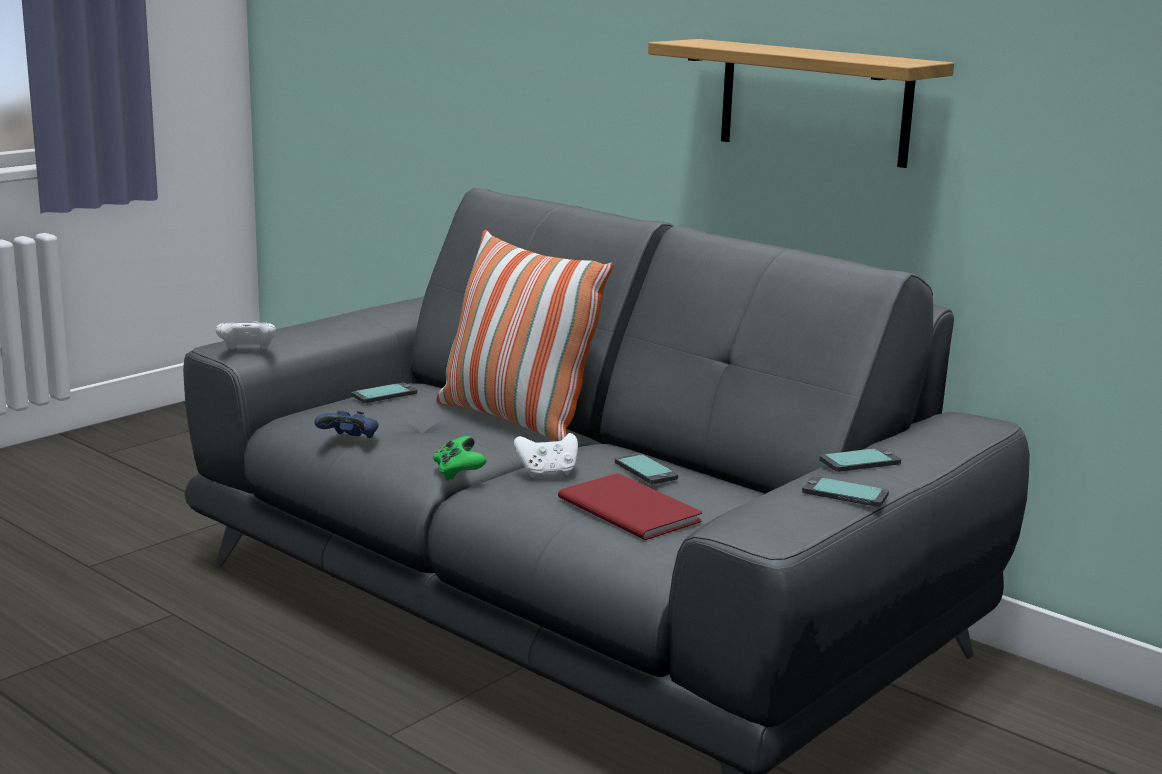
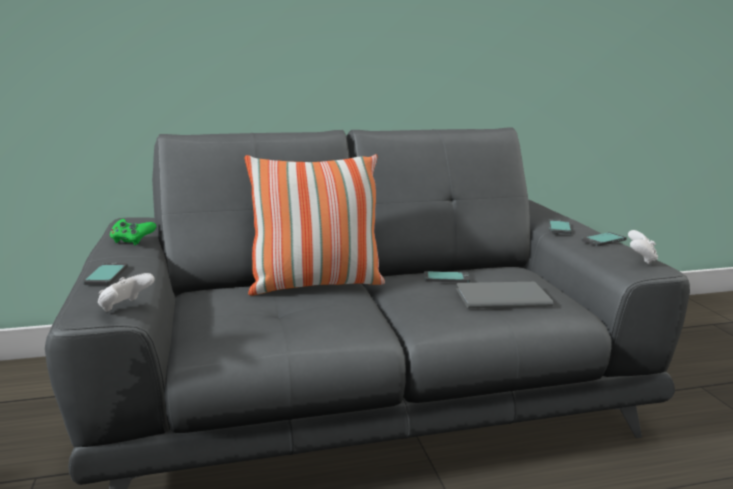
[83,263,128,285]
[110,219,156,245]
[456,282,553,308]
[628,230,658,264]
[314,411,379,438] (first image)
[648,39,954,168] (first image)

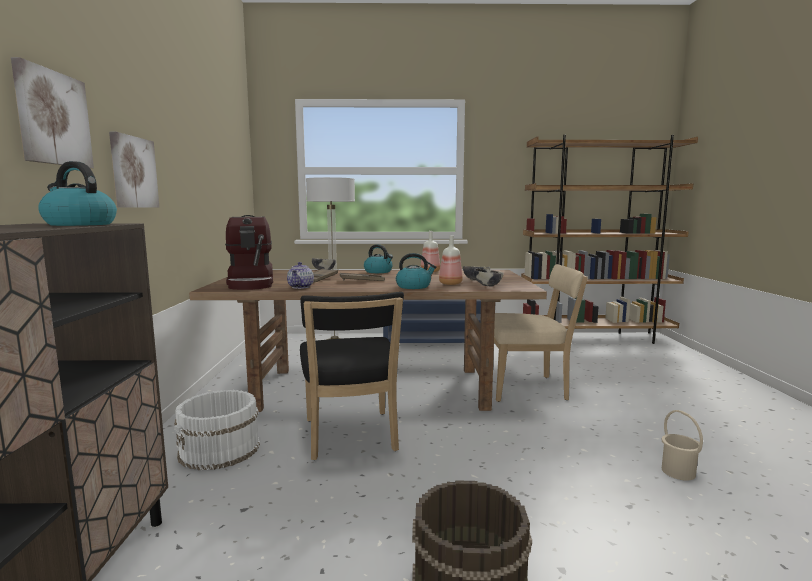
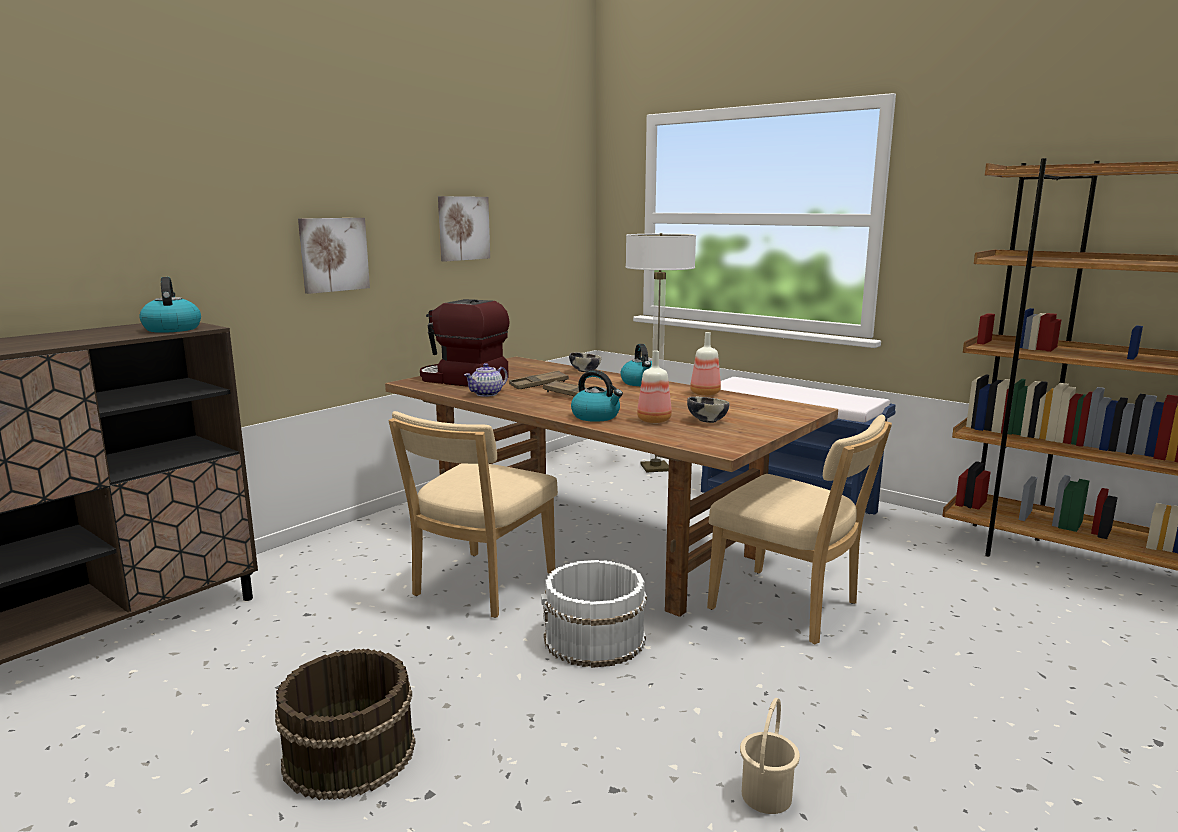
[388,411,558,618]
[420,299,510,387]
[438,196,490,262]
[541,560,647,668]
[474,269,504,286] (first image)

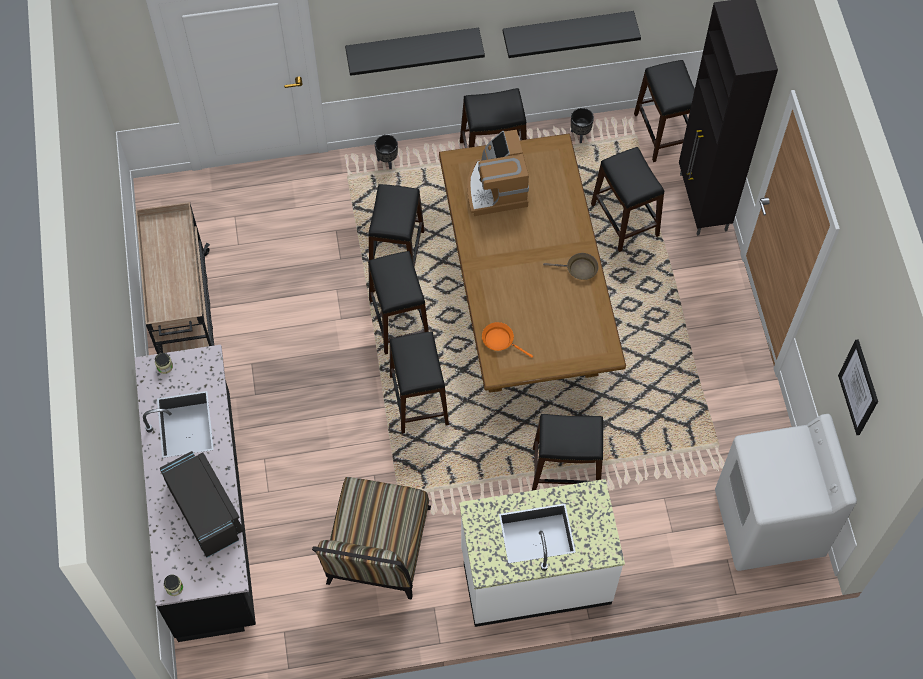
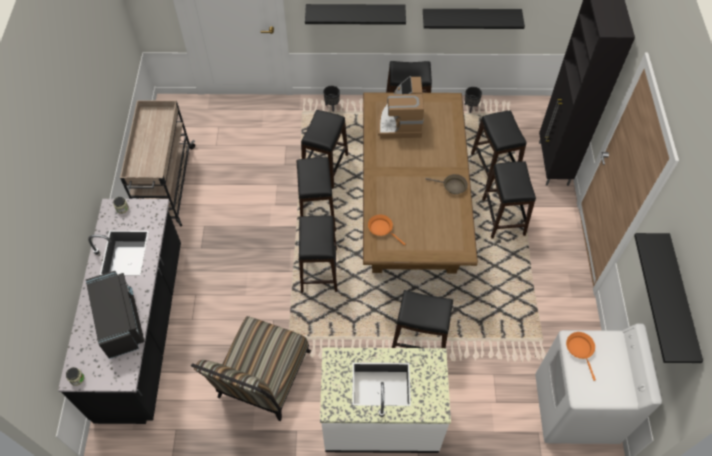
[482,161,536,238]
[566,332,596,381]
[634,233,703,363]

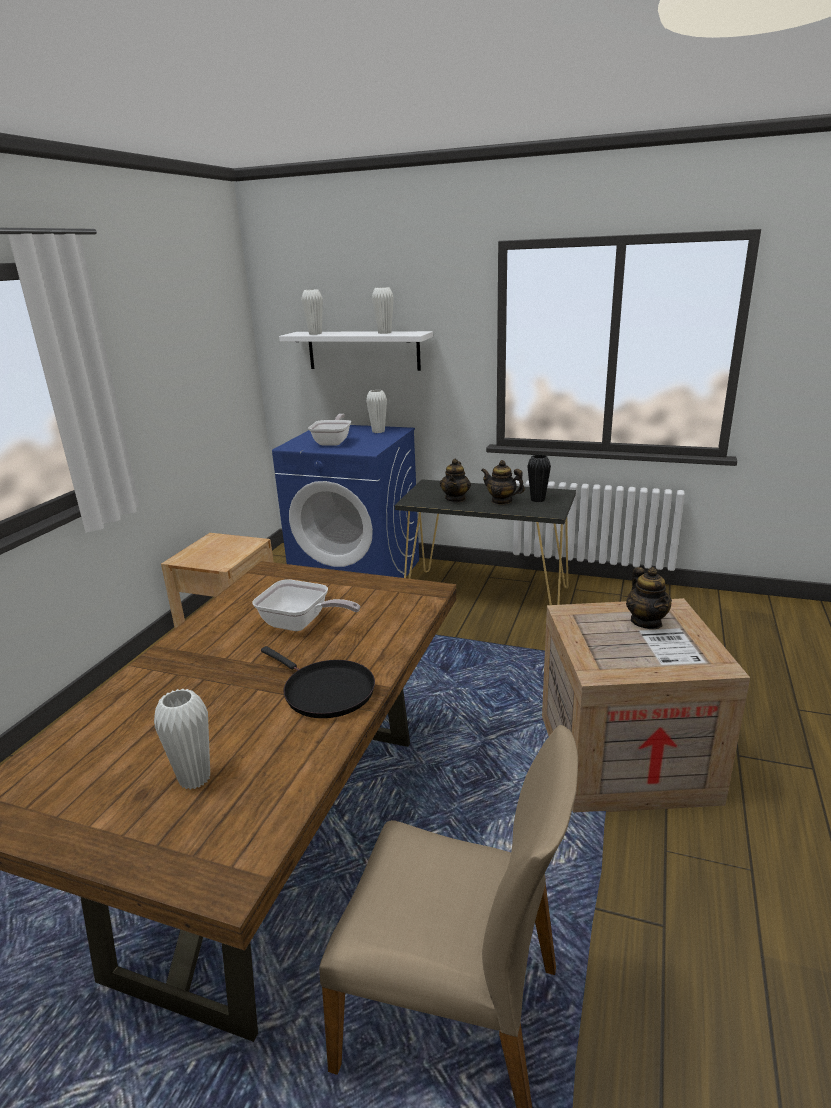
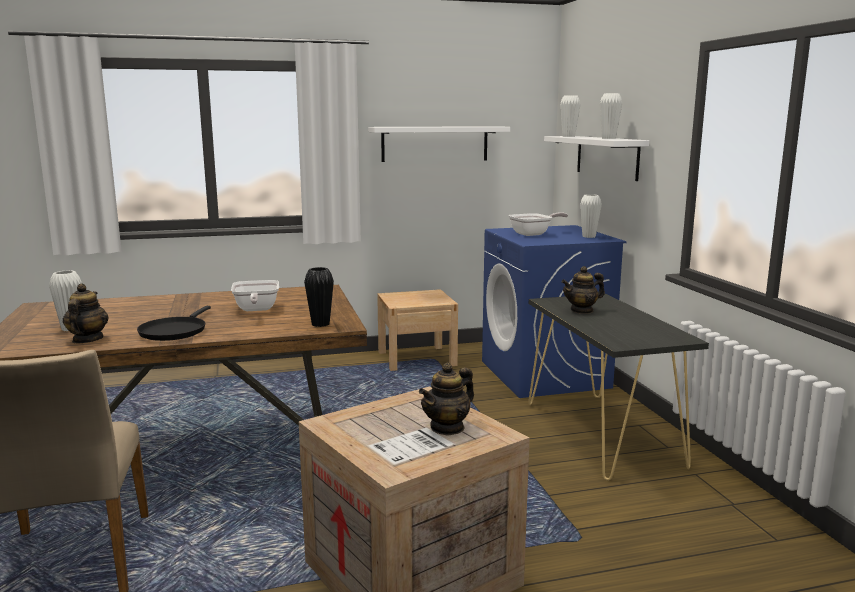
[62,283,109,343]
[304,267,334,327]
[368,126,510,162]

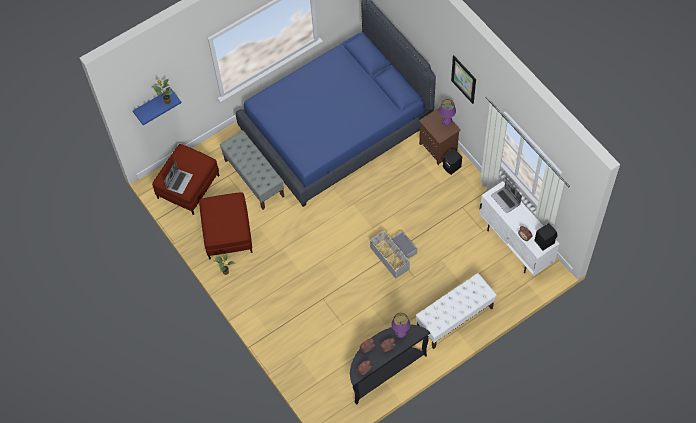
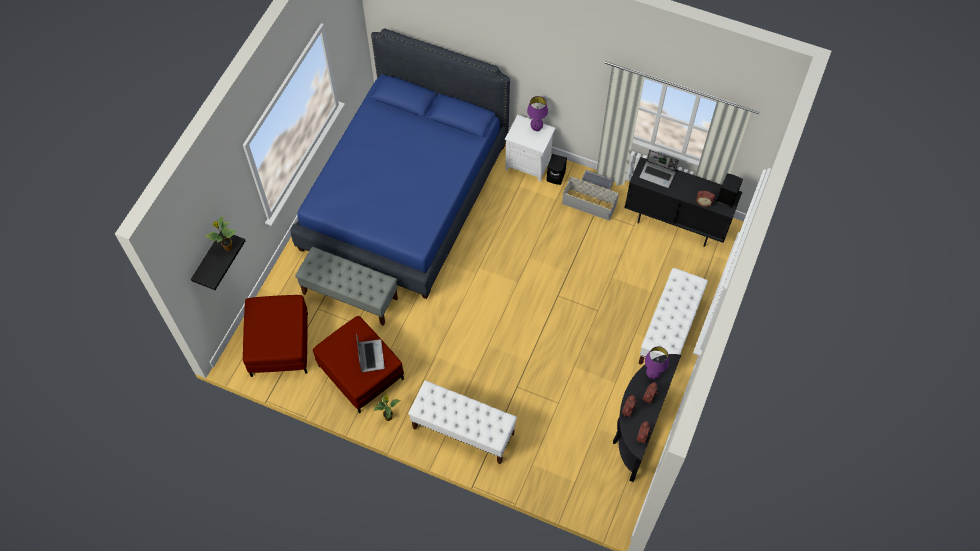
[191,230,245,290]
[356,333,385,372]
[408,380,517,464]
[505,115,555,182]
[562,170,619,221]
[624,157,742,247]
[451,55,476,104] (first image)

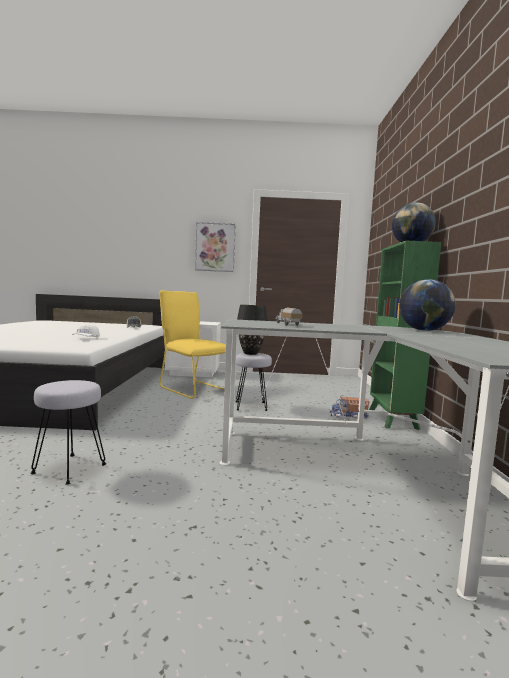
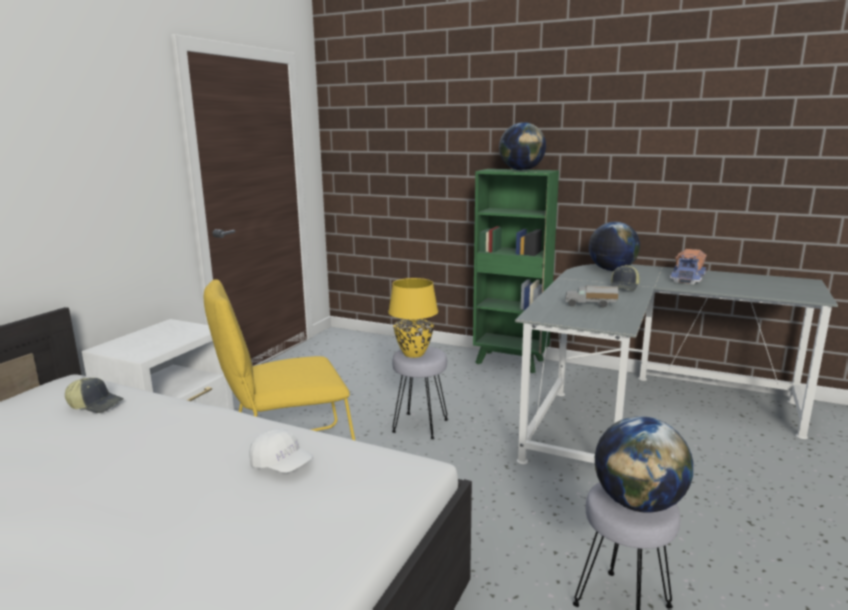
[388,278,438,358]
[595,416,693,513]
[610,265,640,291]
[670,249,706,284]
[195,222,236,272] (first image)

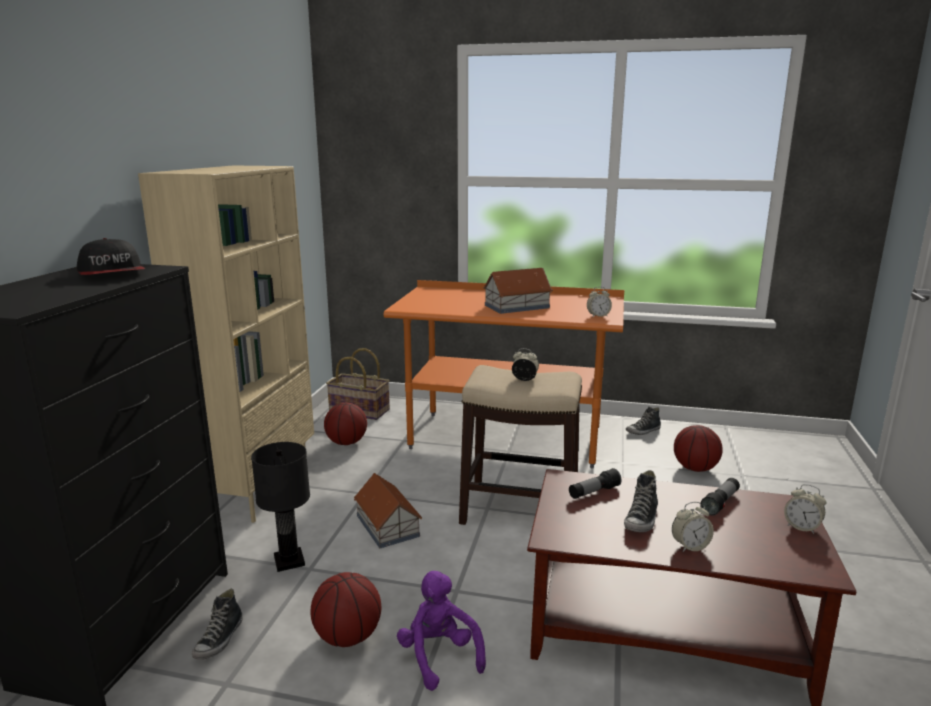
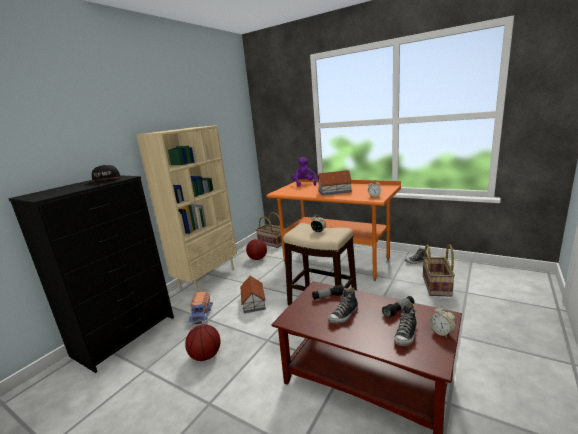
[188,291,213,325]
[291,157,317,187]
[394,302,417,346]
[423,244,455,297]
[672,502,714,552] (first image)

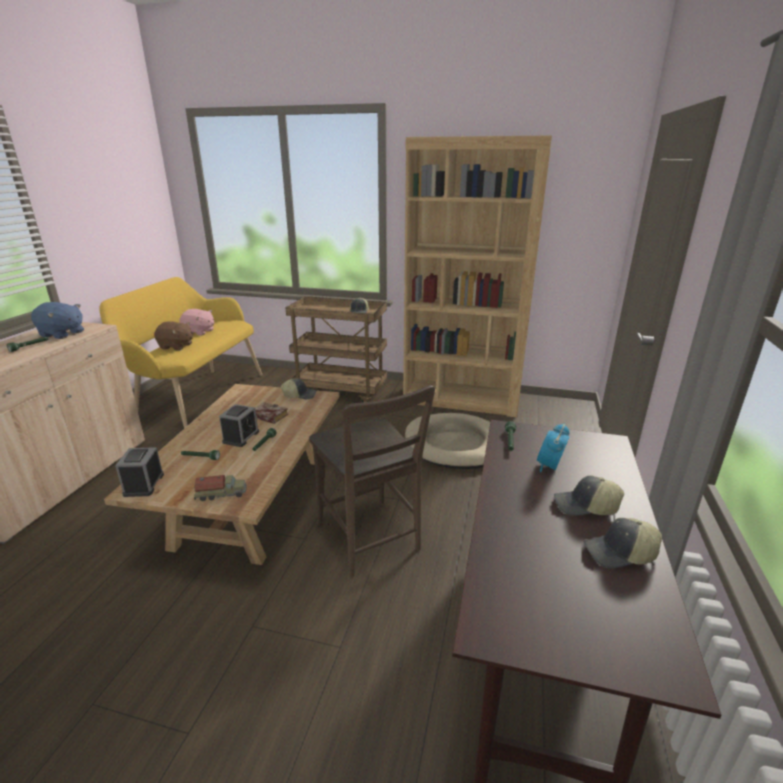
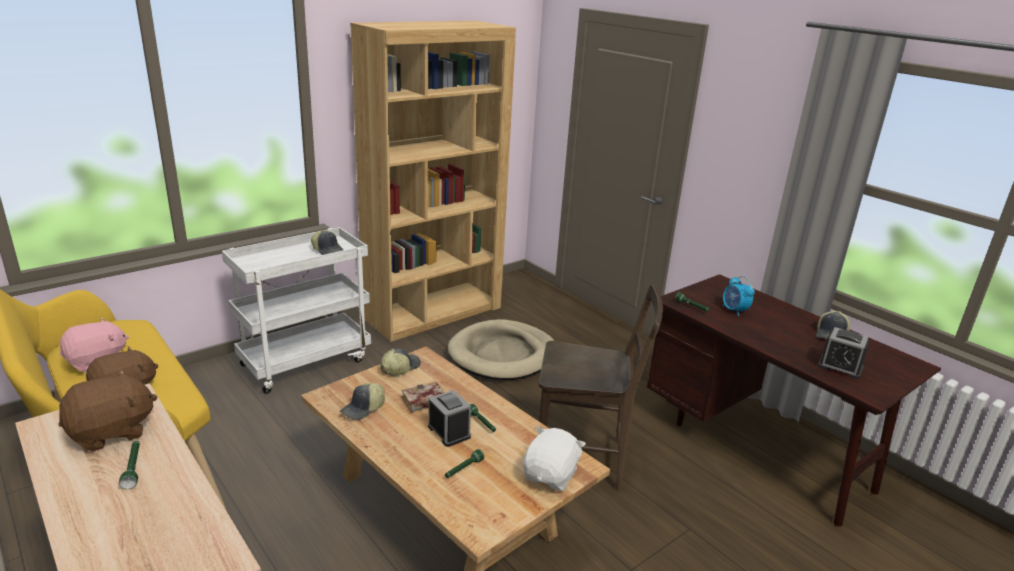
[58,369,157,451]
[222,227,371,394]
[340,383,385,420]
[523,426,586,491]
[818,327,870,380]

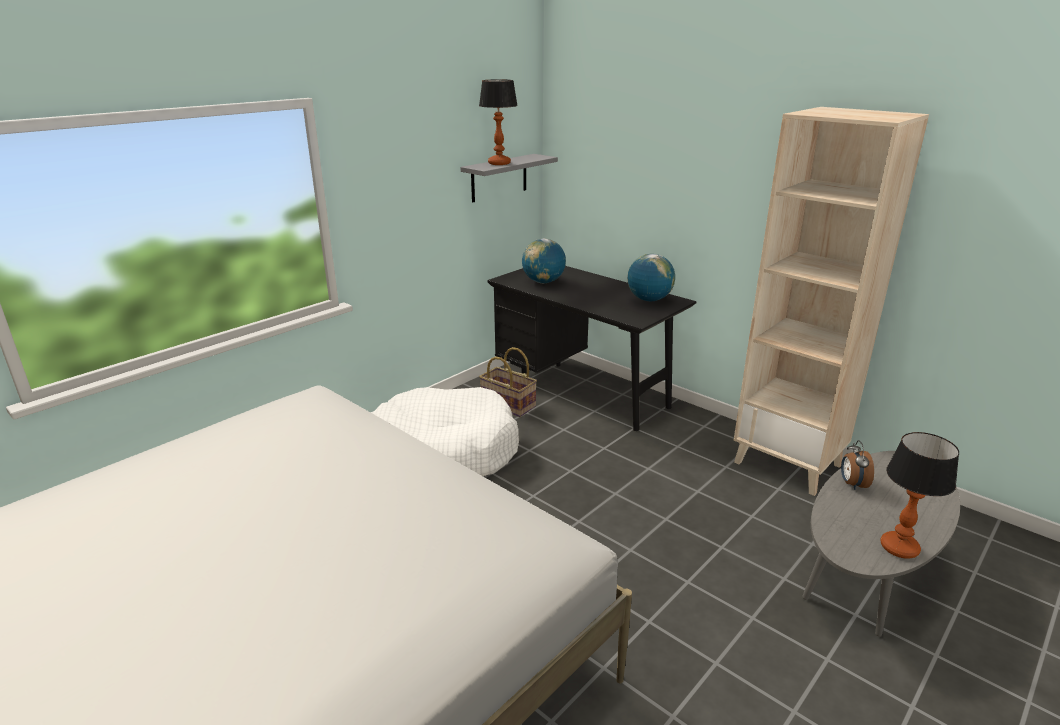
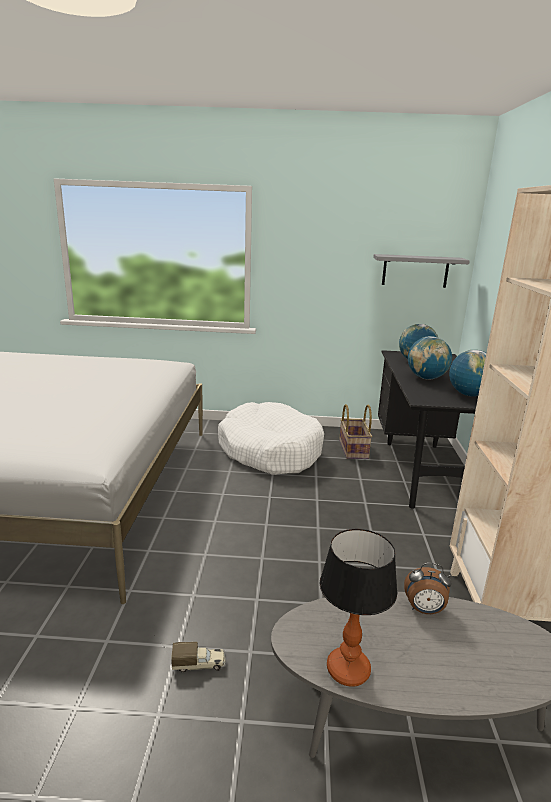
[171,642,226,672]
[404,563,452,614]
[408,336,452,380]
[479,79,518,165] (first image)

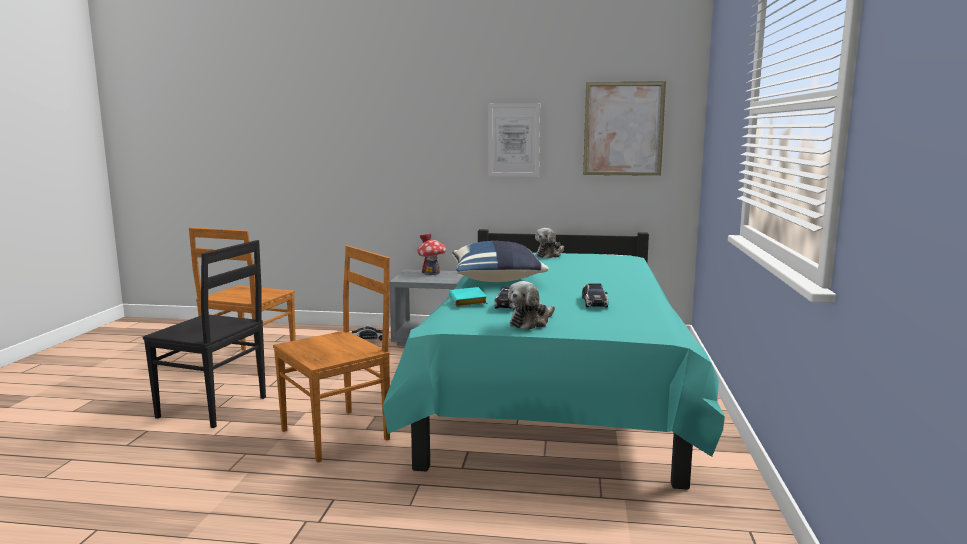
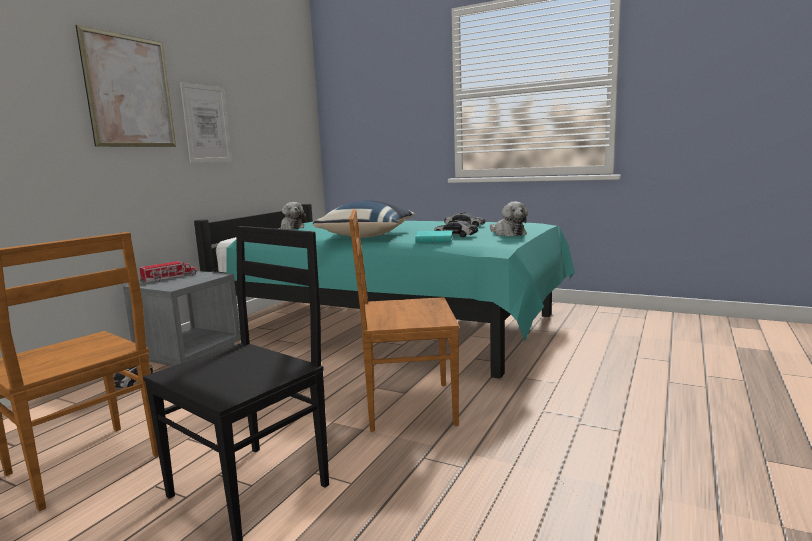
[76,25,176,147]
[140,261,198,283]
[349,209,460,432]

